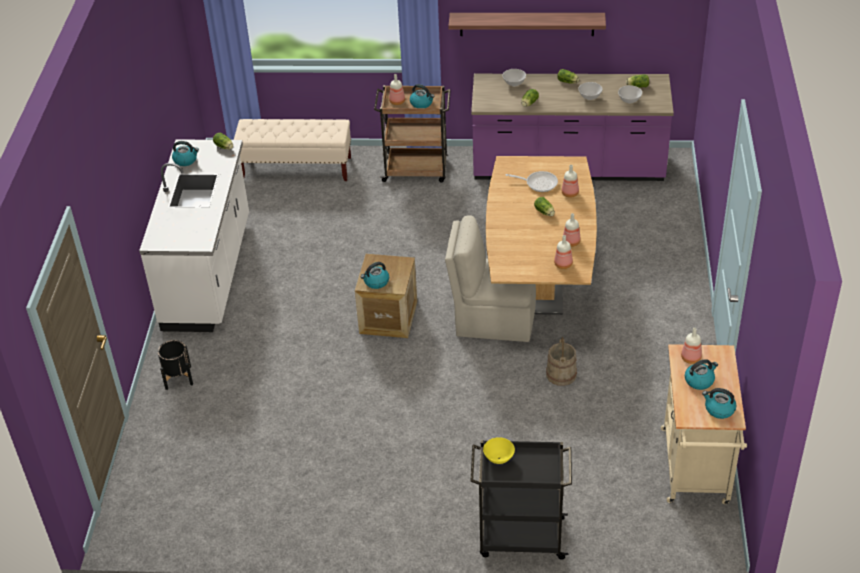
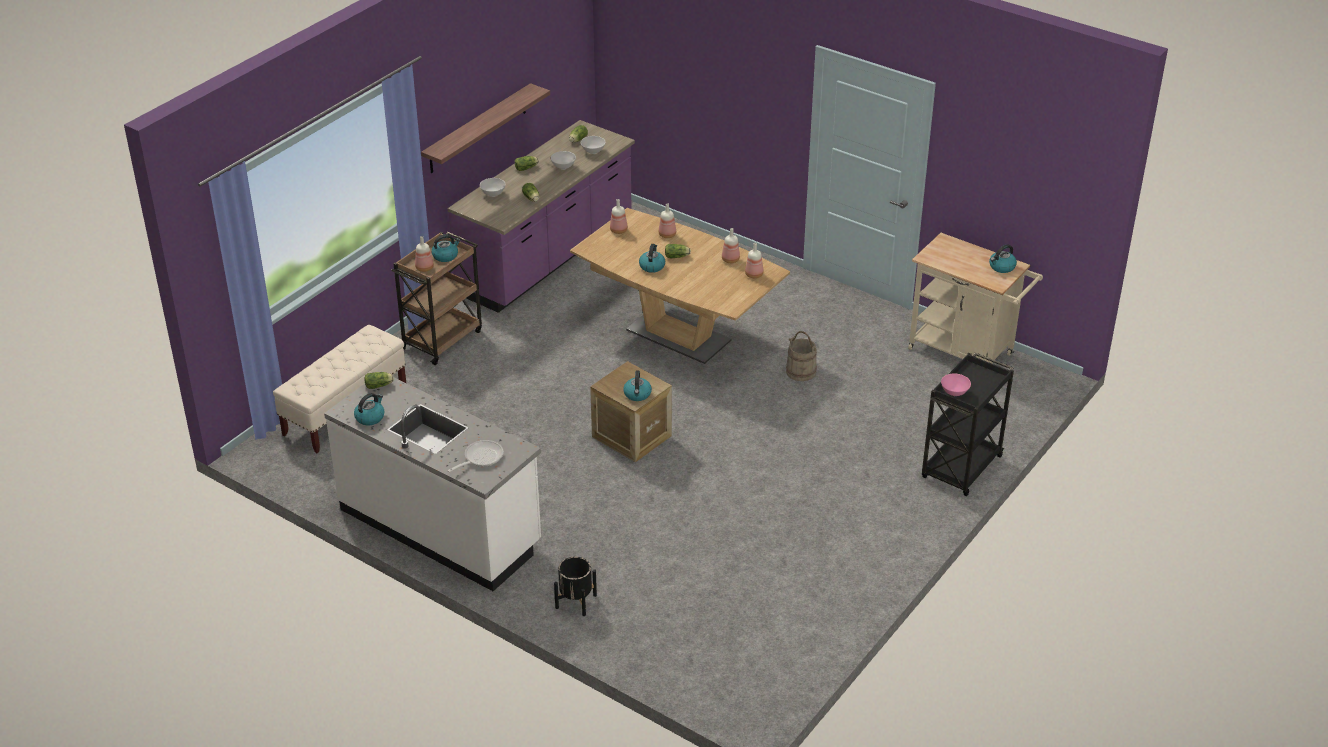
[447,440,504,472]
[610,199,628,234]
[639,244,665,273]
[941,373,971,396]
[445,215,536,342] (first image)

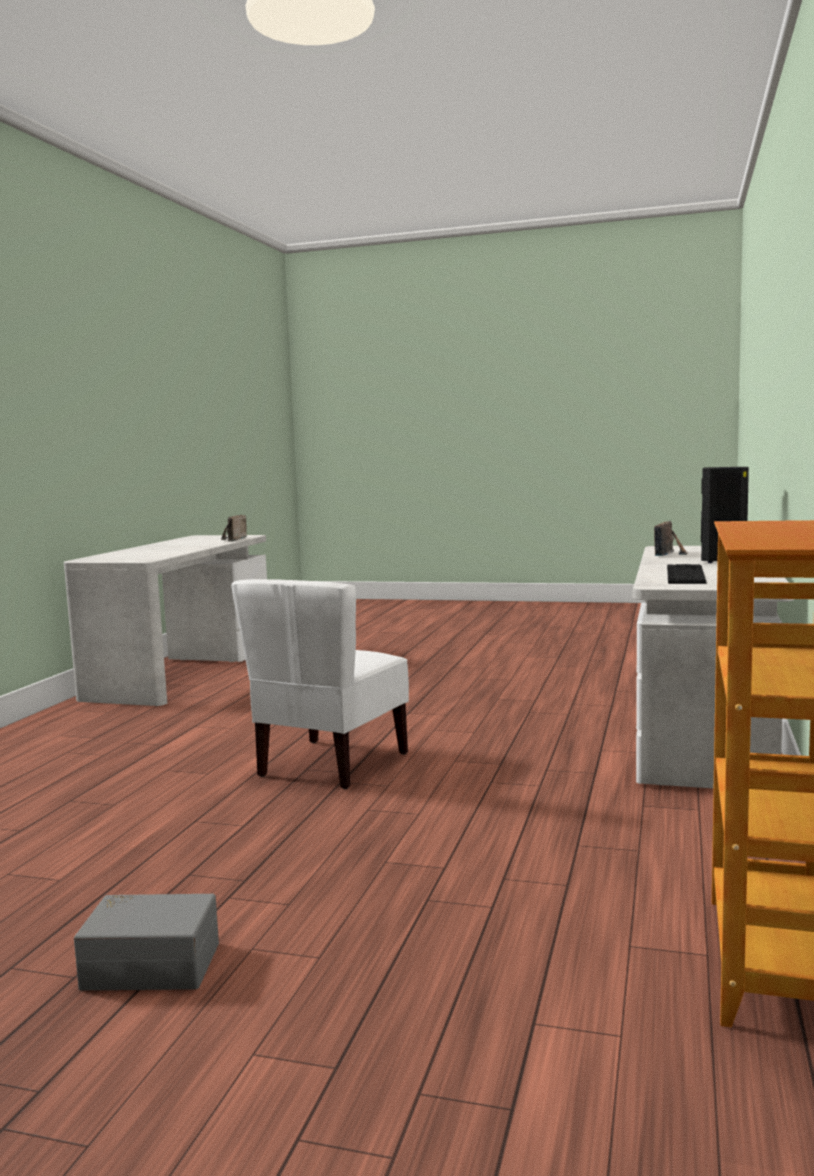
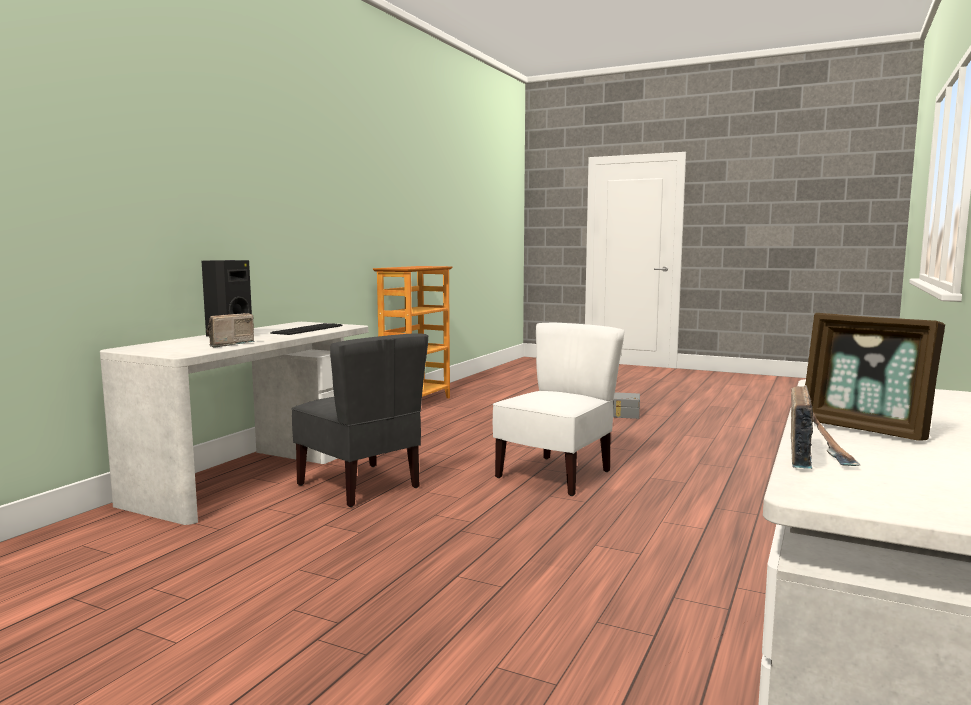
[291,333,428,507]
[805,313,945,441]

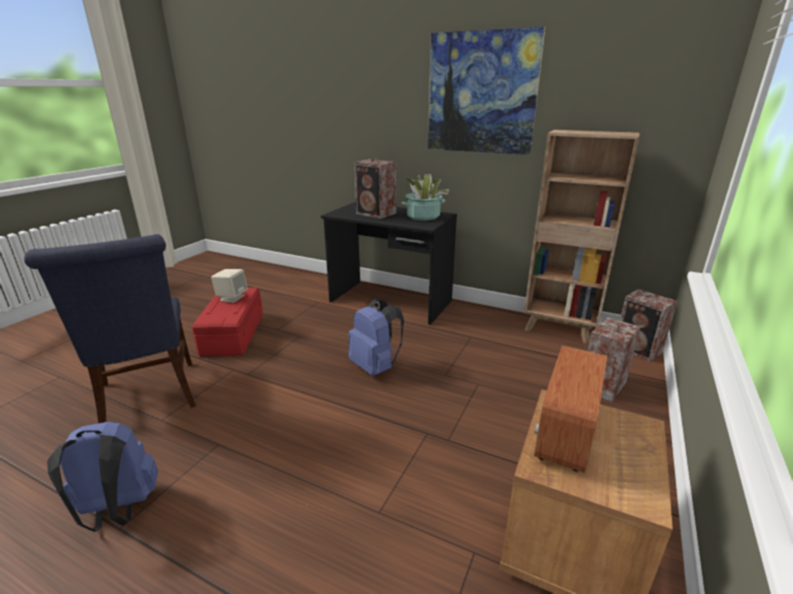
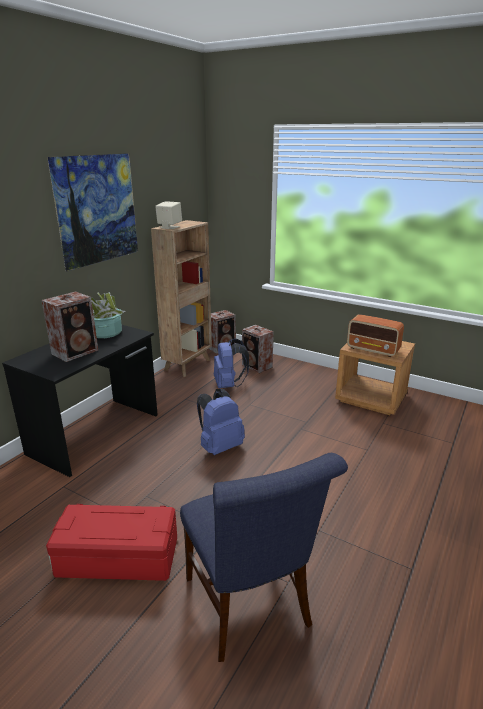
[155,201,182,229]
[180,453,348,662]
[214,338,249,388]

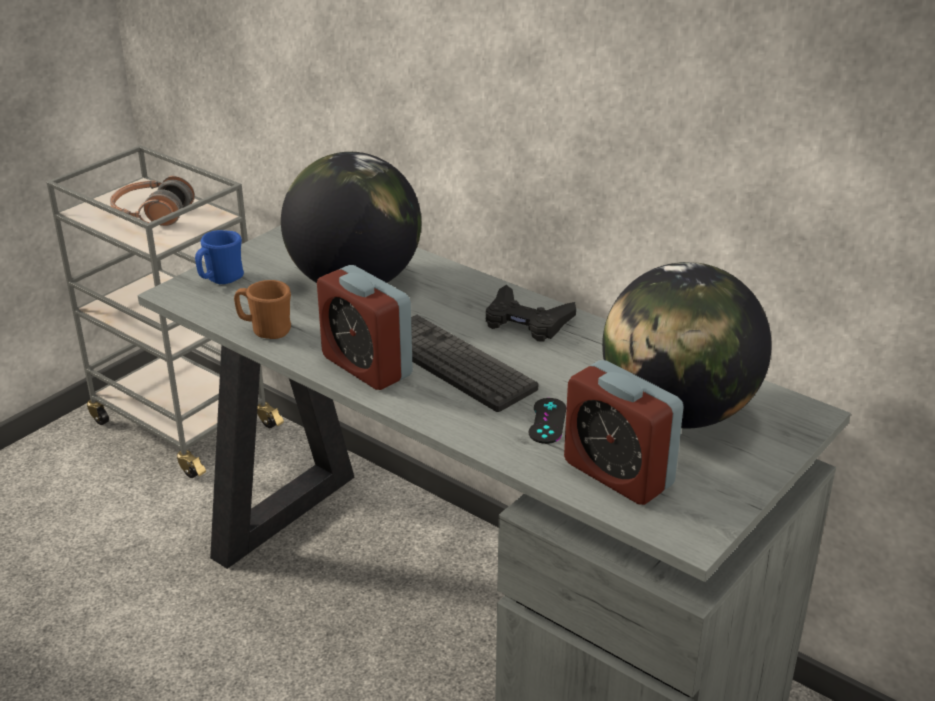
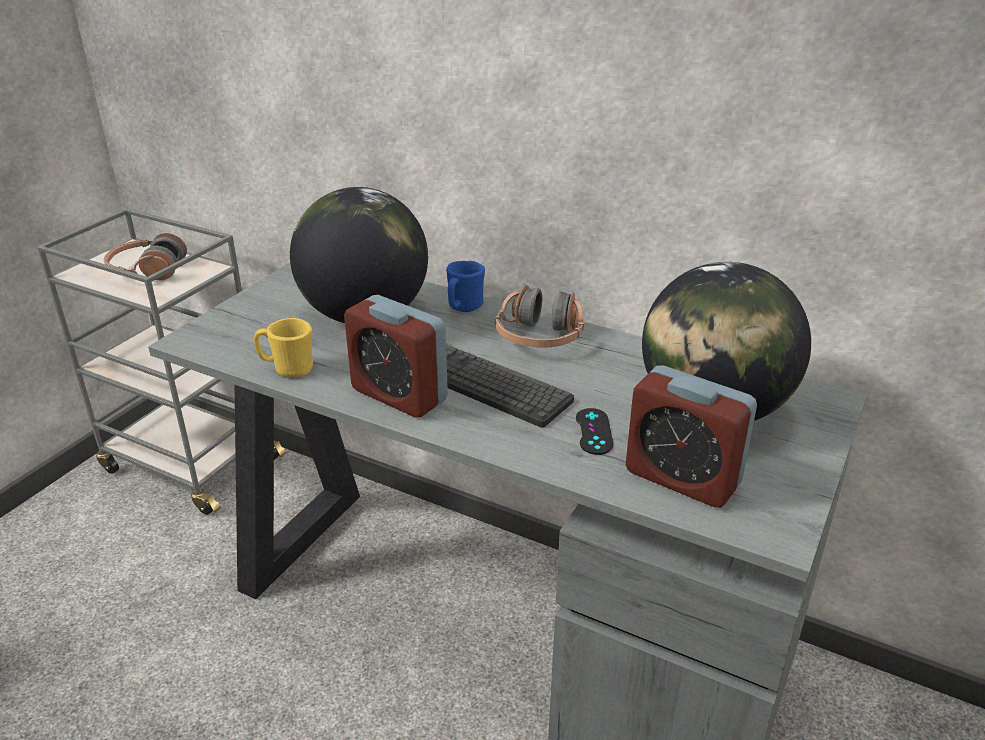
[254,318,313,377]
[446,261,485,312]
[495,285,584,348]

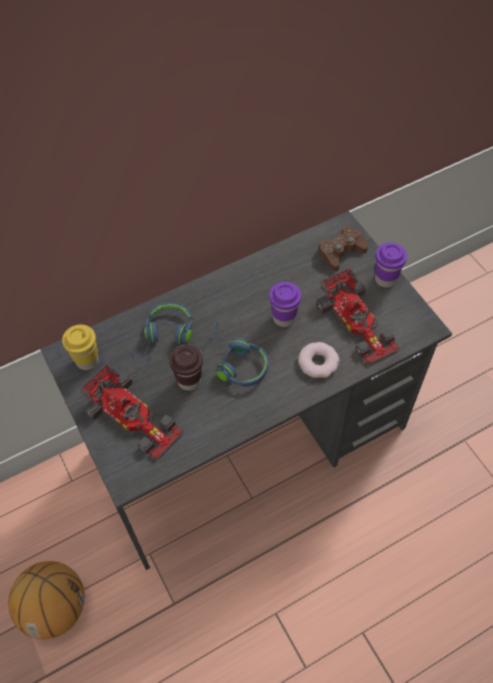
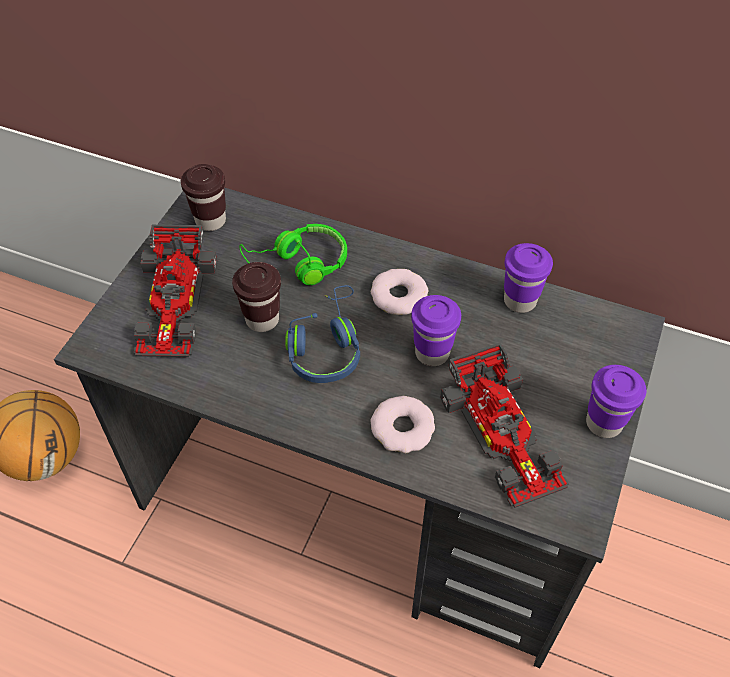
[181,164,226,231]
[239,224,347,285]
[371,269,428,315]
[440,343,569,508]
[504,243,553,313]
[318,225,368,271] (first image)

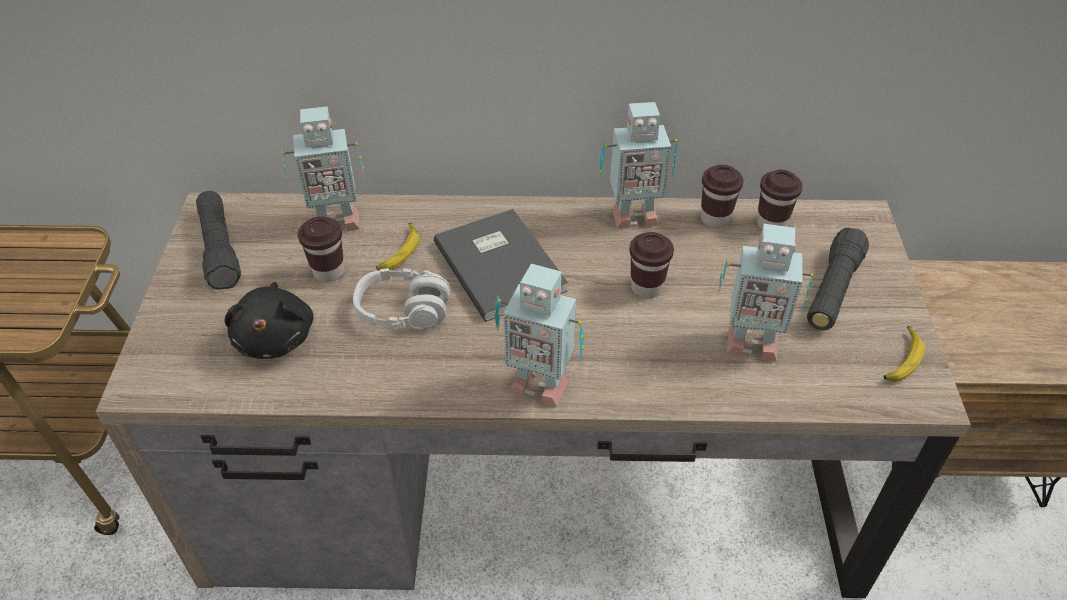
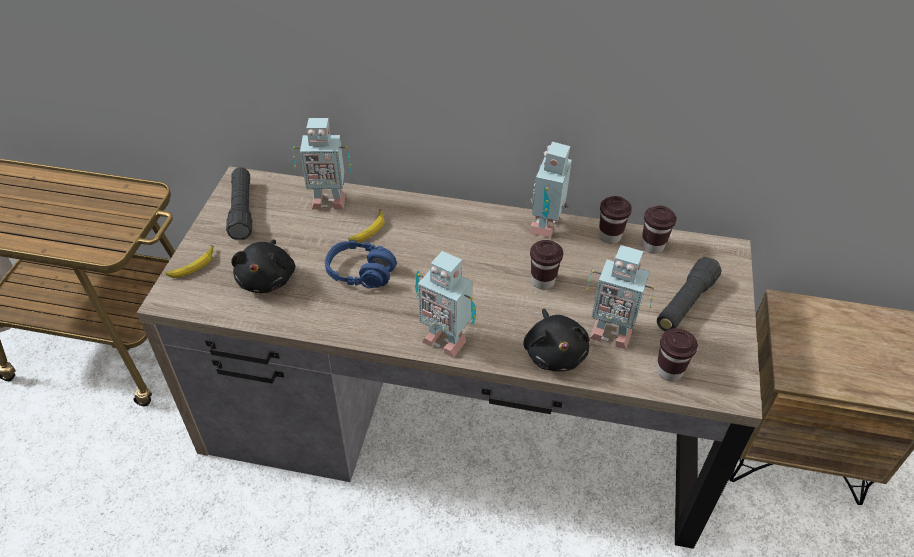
[166,245,214,278]
[325,240,397,288]
[523,309,590,372]
[530,142,572,238]
[657,328,698,381]
[434,209,568,322] (first image)

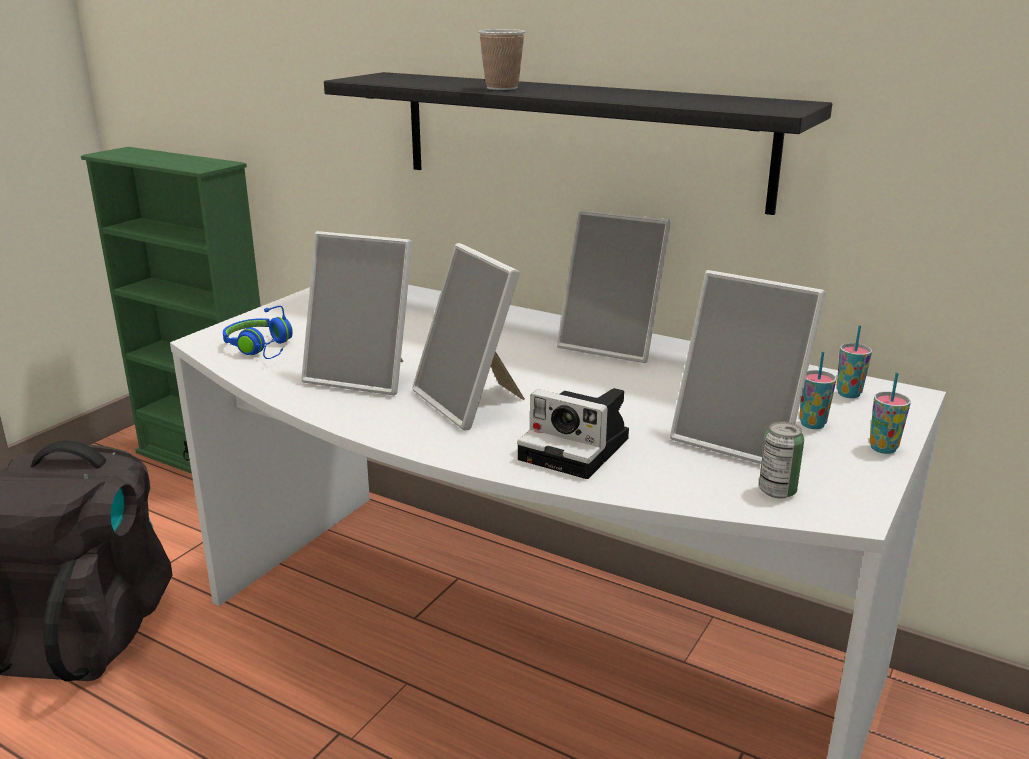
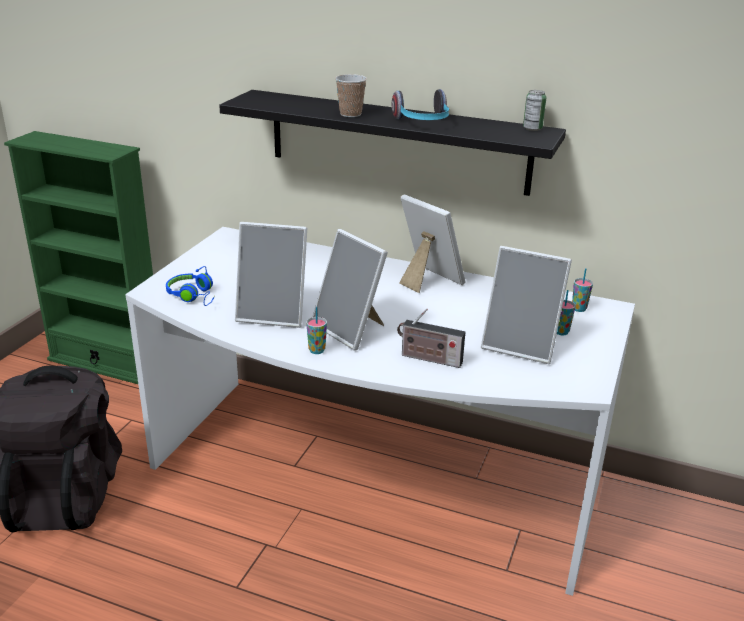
[306,307,327,354]
[392,89,449,120]
[397,308,465,368]
[399,194,465,293]
[523,90,546,131]

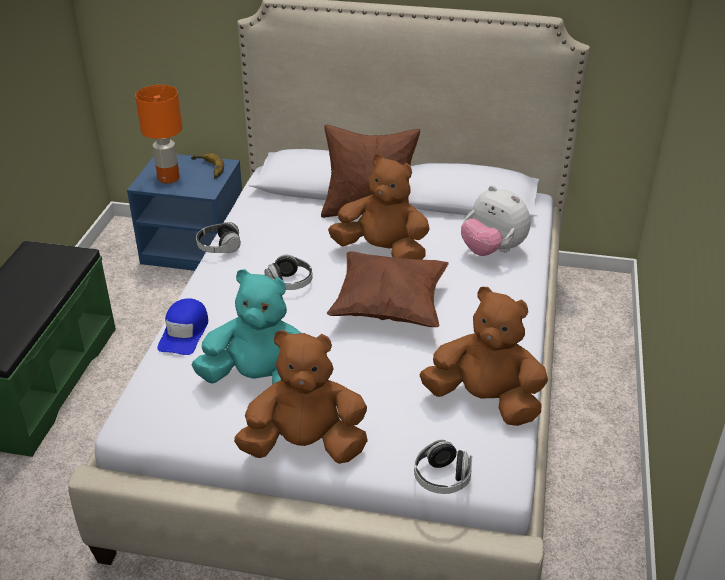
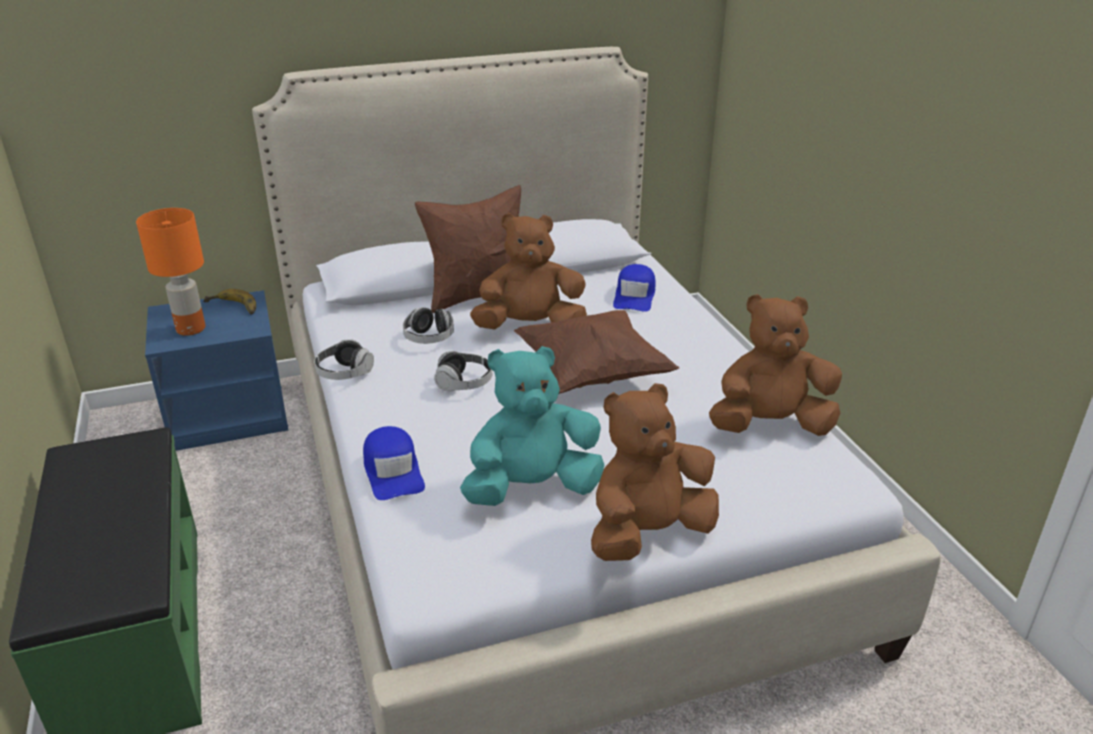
[403,307,454,344]
[613,264,655,312]

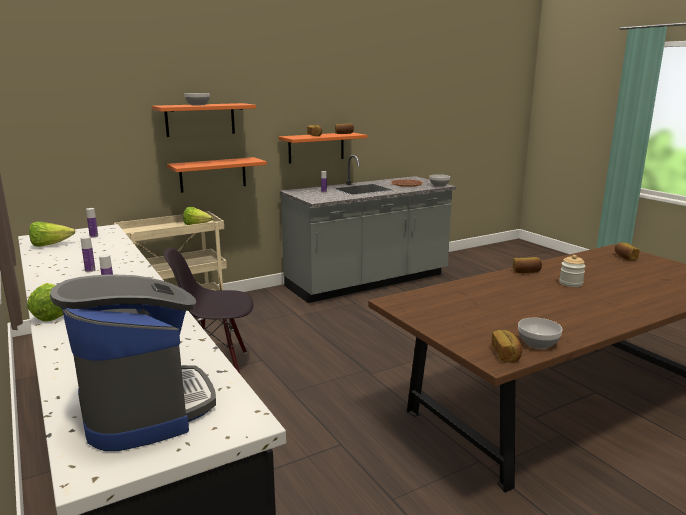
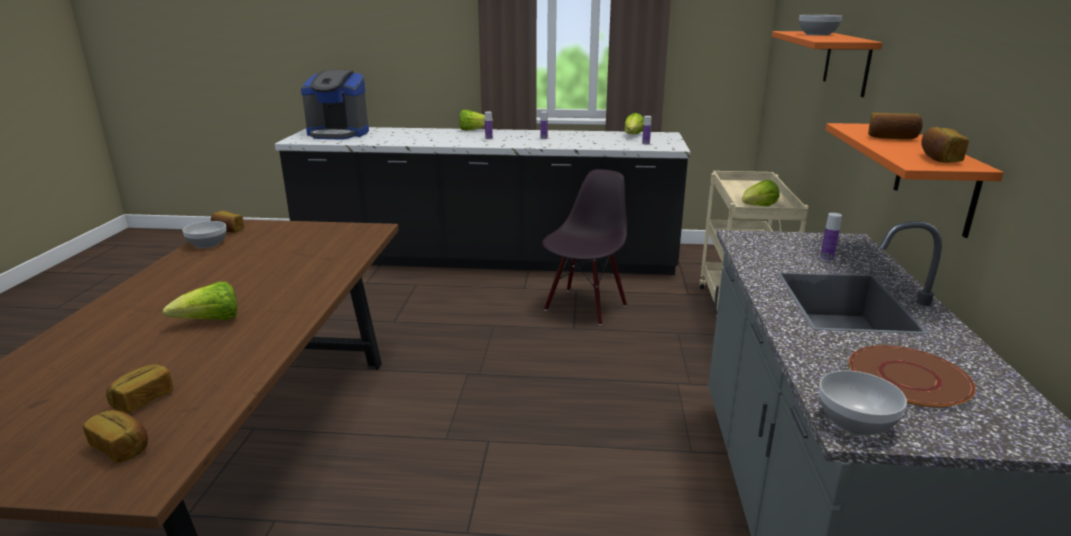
[106,364,173,413]
[162,282,237,320]
[167,157,267,193] (first image)

